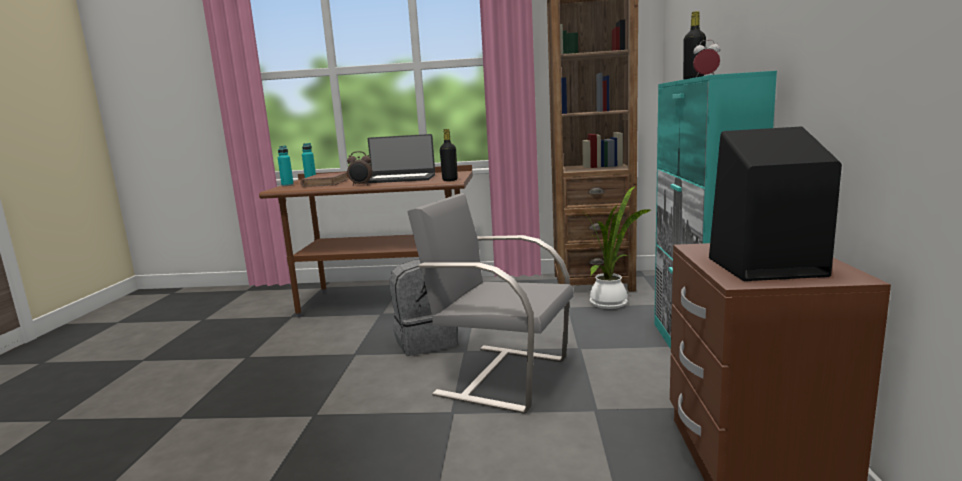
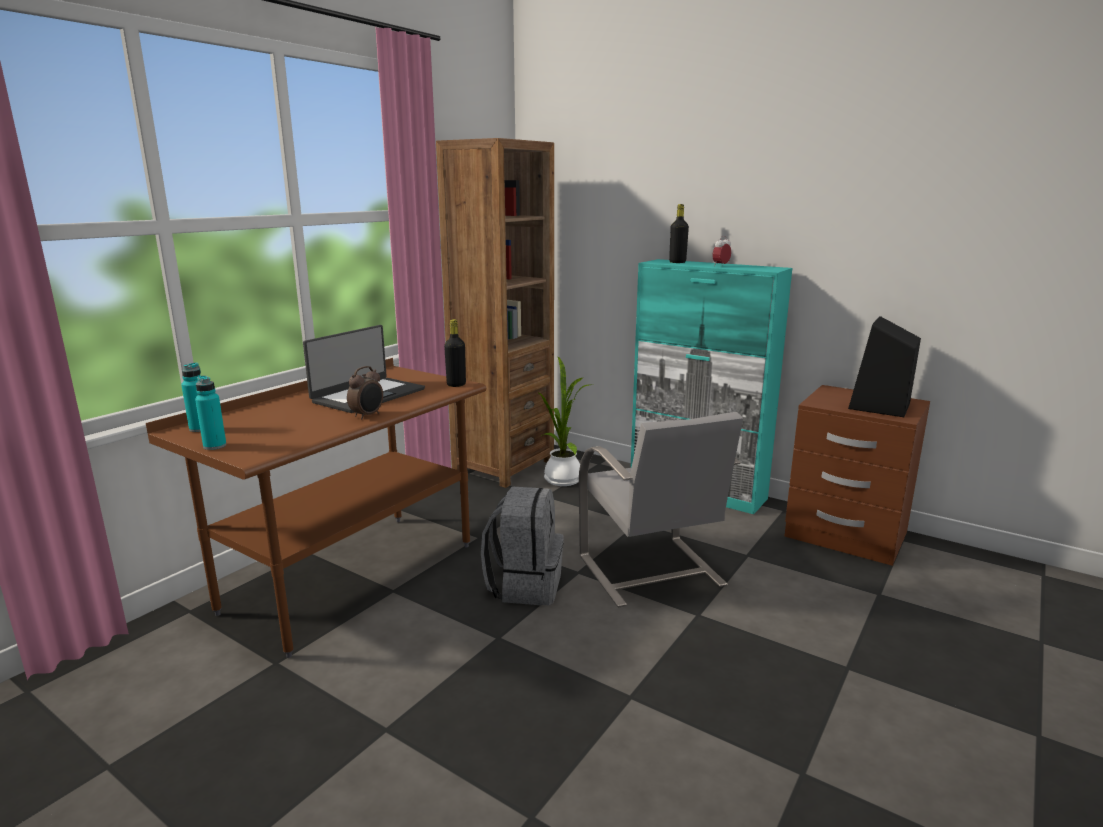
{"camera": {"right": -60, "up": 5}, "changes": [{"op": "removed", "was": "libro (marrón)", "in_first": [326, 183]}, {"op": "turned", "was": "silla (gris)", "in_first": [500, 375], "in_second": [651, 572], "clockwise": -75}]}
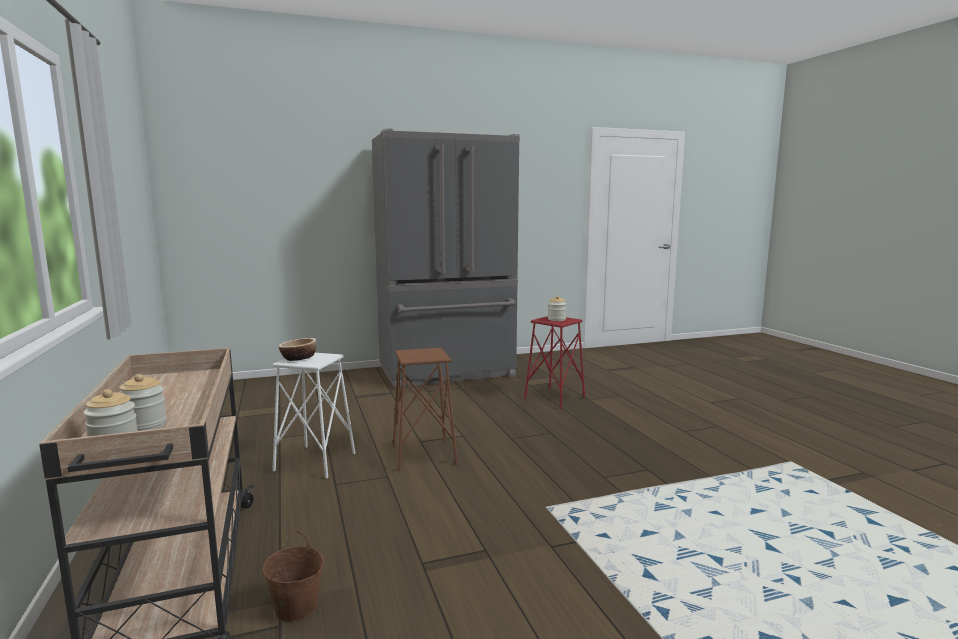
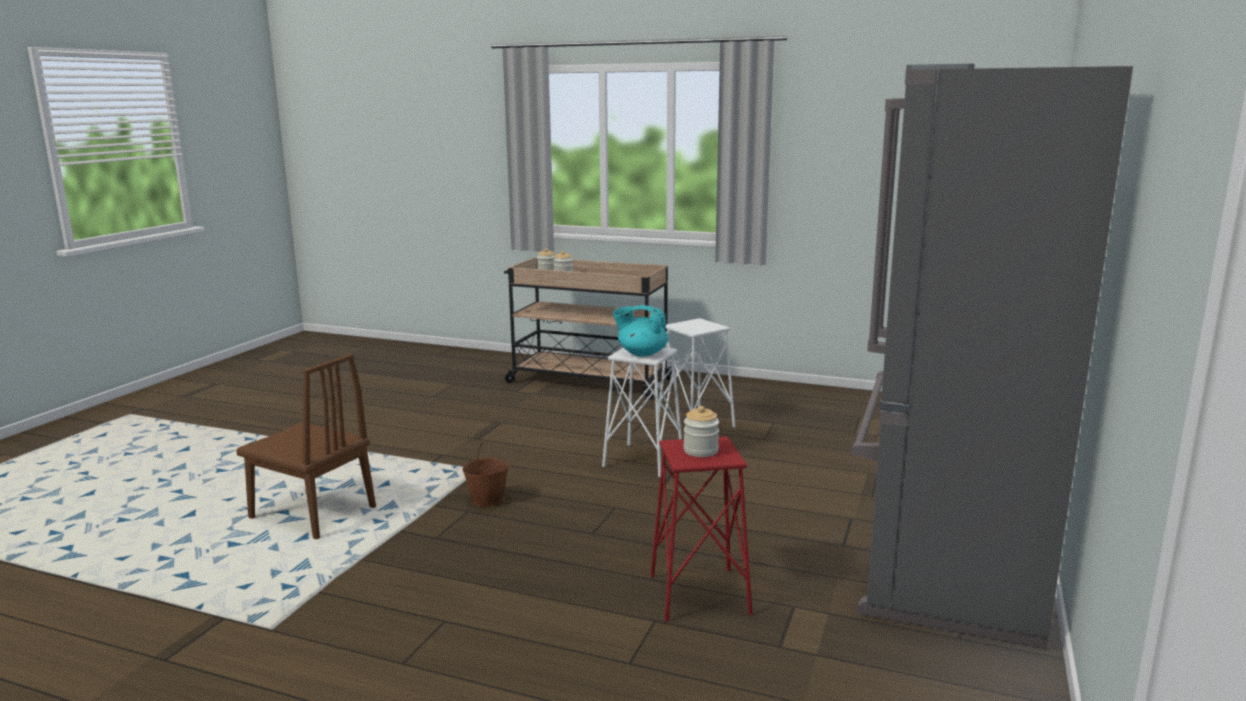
{"camera": {"right": 130, "up": 5}, "changes": [{"op": "removed", "was": "cuenco", "in_first": [299, 358]}, {"op": "added", "now": "silla (marrón)", "in_second": [312, 513]}, {"op": "added", "now": "tetera (turquesa)", "in_second": [641, 353]}, {"op": "moved", "was": "cubo (marrón)", "in_first": [295, 607], "in_second": [488, 500]}, {"op": "recoloured", "was": "taburete (marrón)", "now": "taburete (blanco)", "in_first": [423, 455], "in_second": [643, 460]}]}
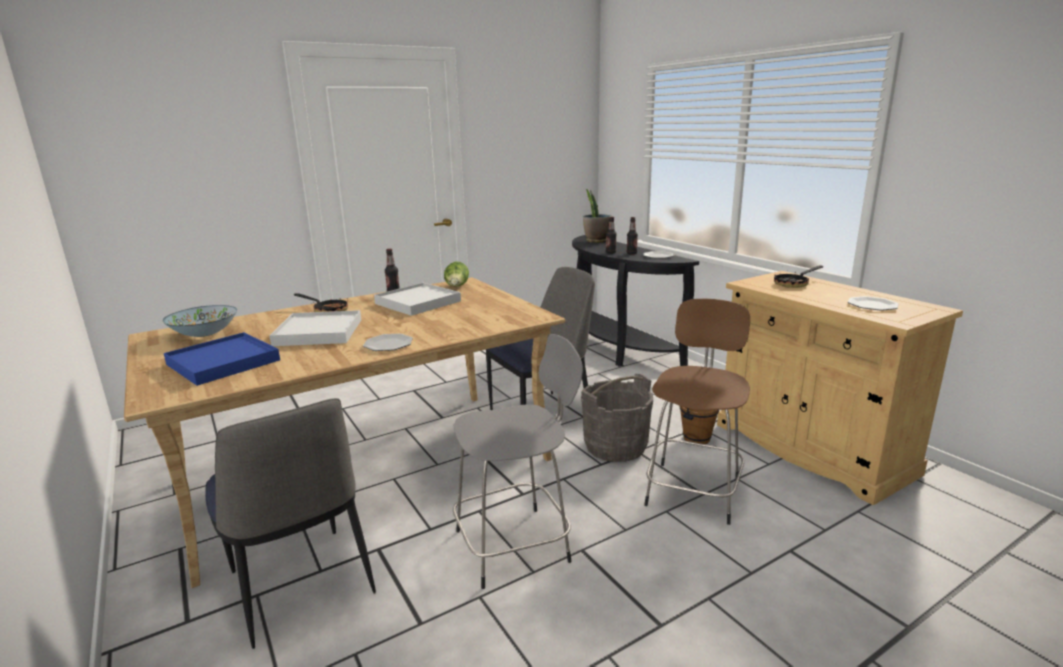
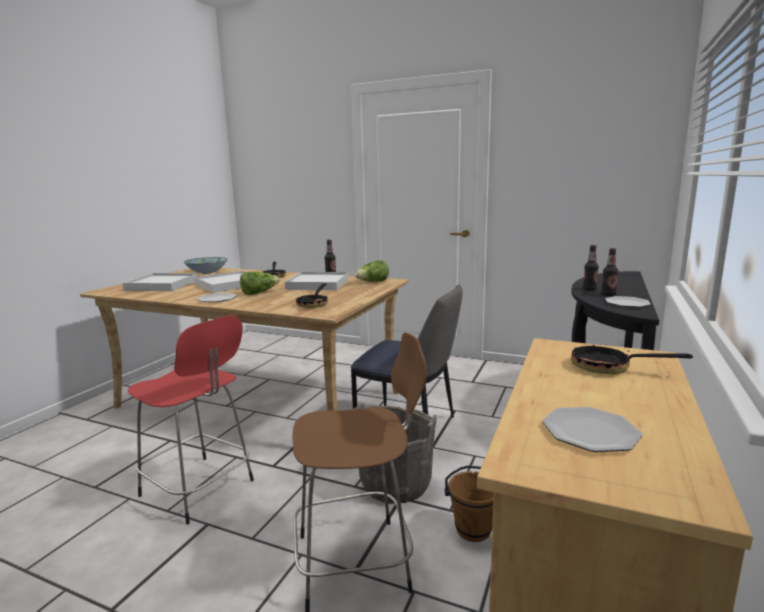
{"camera": {"right": 55, "up": -5}, "changes": [{"op": "removed", "was": "silla", "in_first": [301, 586]}, {"op": "removed", "was": "planta en maceta", "in_first": [596, 241]}, {"op": "added", "now": "lechuga", "in_second": [259, 293]}, {"op": "added", "now": "sartén", "in_second": [314, 304]}, {"op": "recoloured", "was": "bandeja (azul)", "now": "bandeja (blanco)", "in_first": [223, 362], "in_second": [162, 285]}, {"op": "recoloured", "was": "taburete (gris)", "now": "taburete (rojo)", "in_first": [516, 544], "in_second": [199, 489]}]}
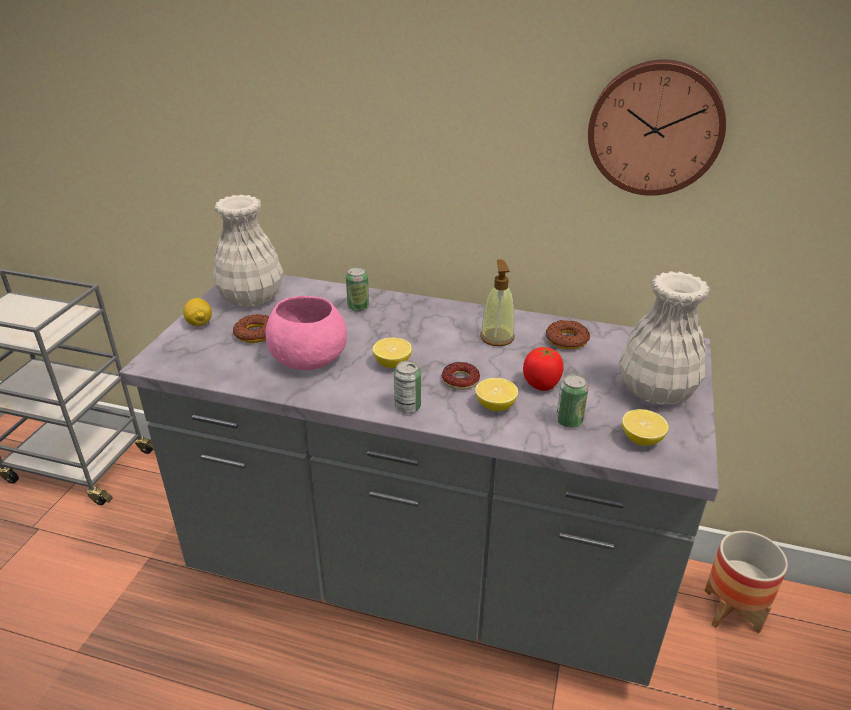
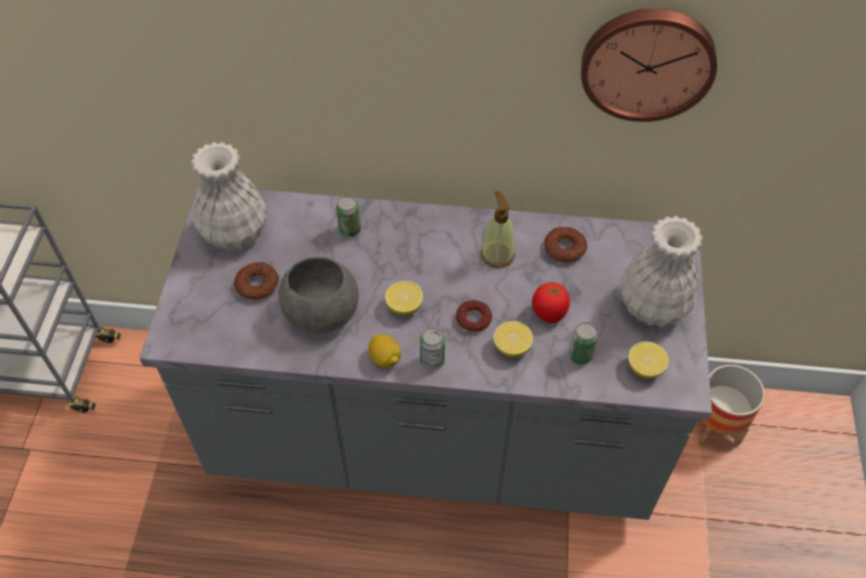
{"camera": {"right": -10, "up": 20}, "changes": [{"op": "moved", "was": "limón", "in_first": [199, 323], "in_second": [385, 359]}, {"op": "recoloured", "was": "cuenco (rosa)", "now": "cuenco (gris)", "in_first": [307, 358], "in_second": [319, 311]}]}
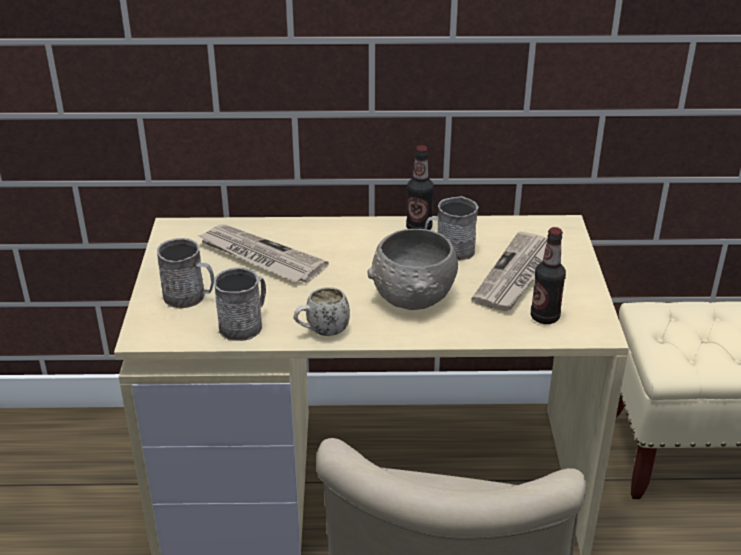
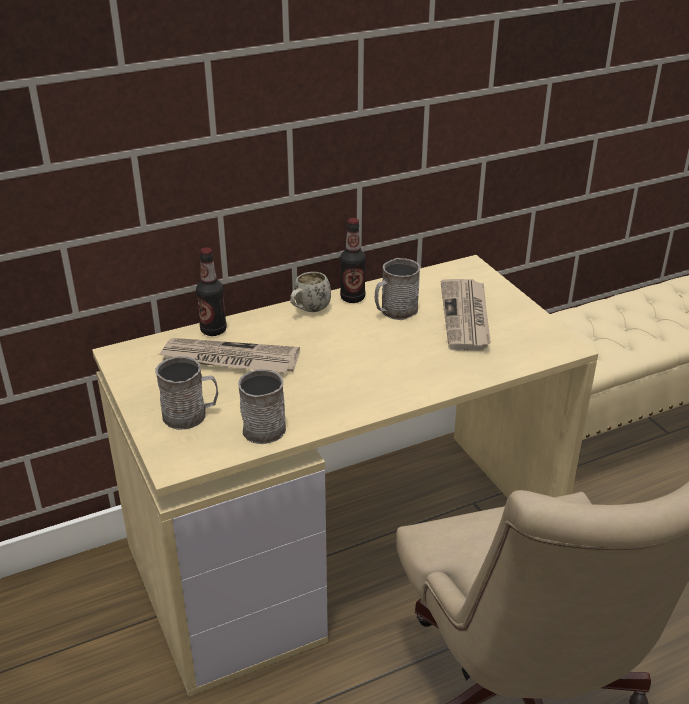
{"camera": {"right": -25, "up": 0}, "changes": [{"op": "removed", "was": "cuenco (gris)", "in_first": [414, 297]}, {"op": "moved", "was": "taza grande (blanco)", "in_first": [321, 331], "in_second": [309, 310]}, {"op": "moved", "was": "botella", "in_first": [544, 317], "in_second": [213, 330]}]}
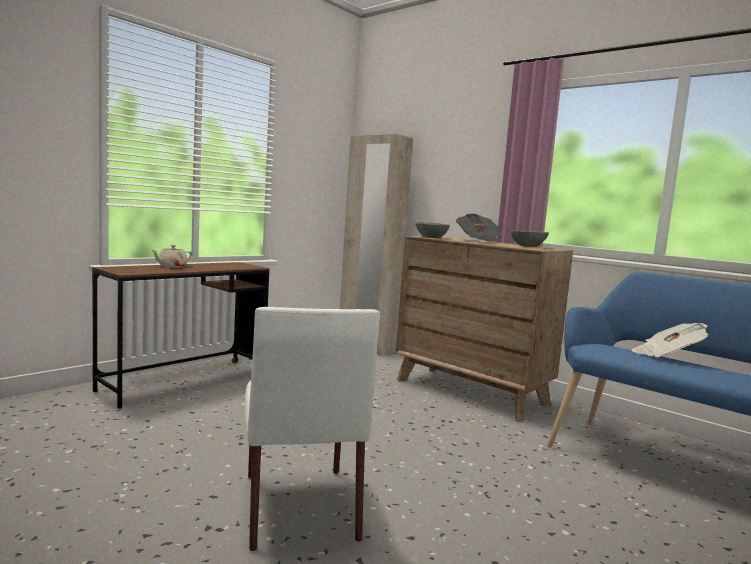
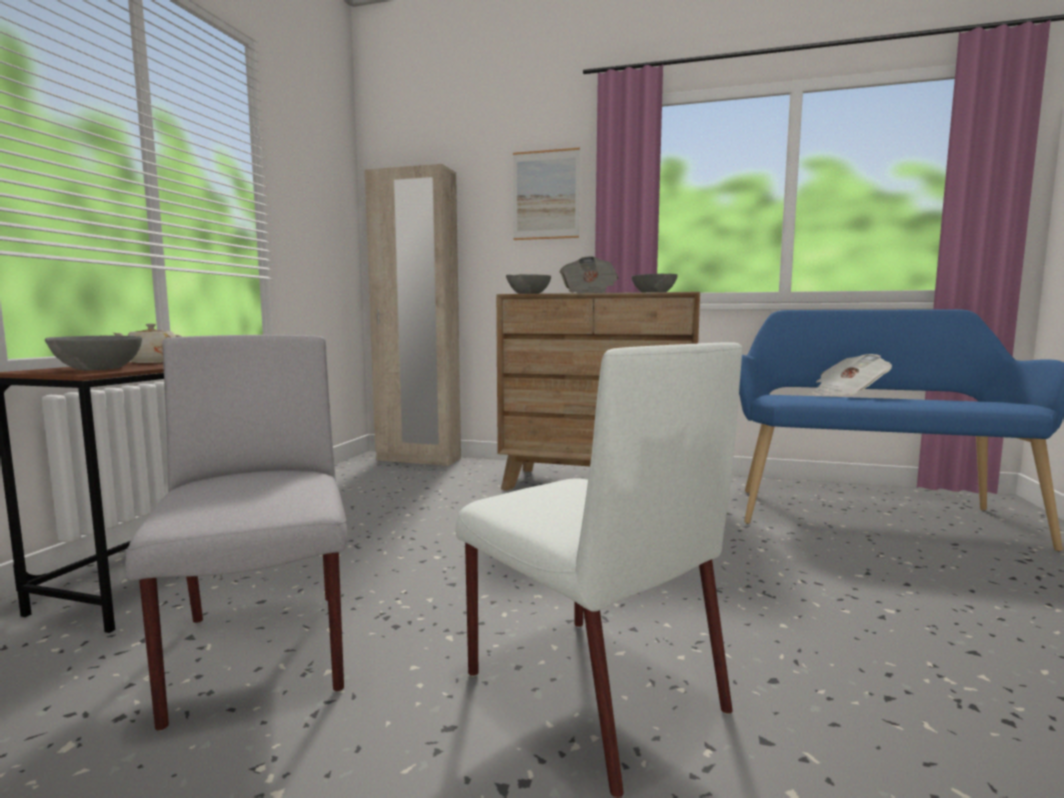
{"camera": {"right": -25, "up": 0}, "changes": [{"op": "added", "now": "cuenco (gris)", "in_second": [98, 369]}, {"op": "added", "now": "silla (gris)", "in_second": [261, 655]}, {"op": "added", "now": "cuadro", "in_second": [546, 195]}]}
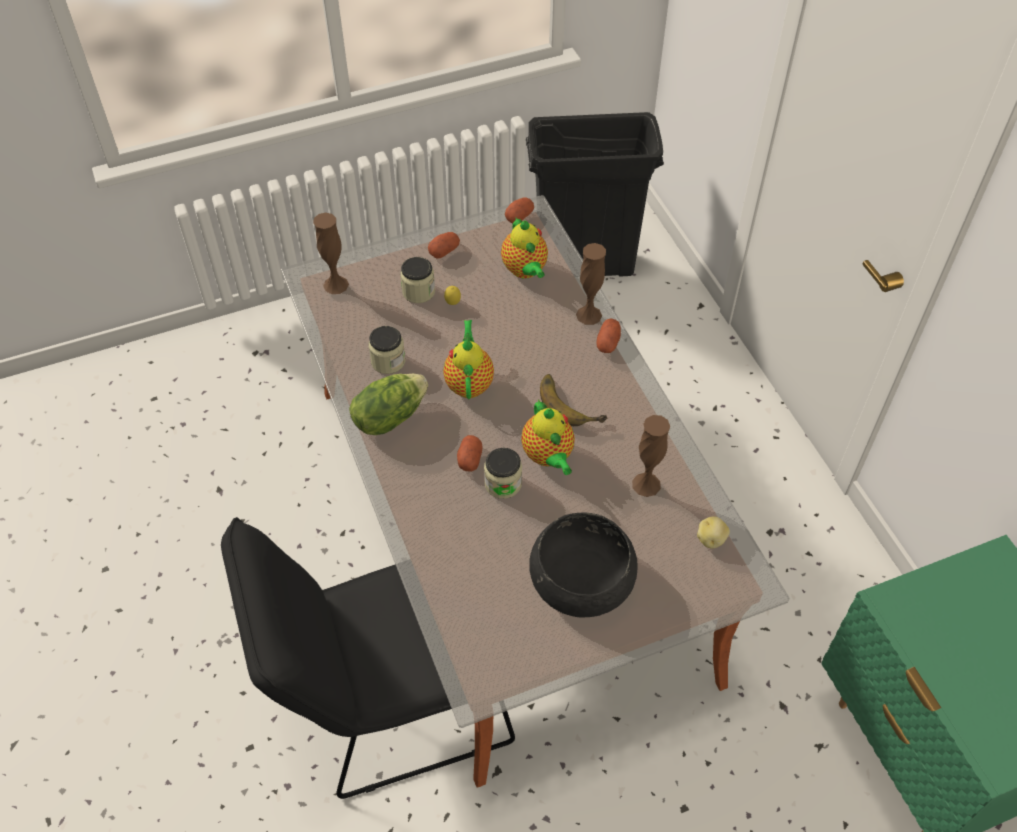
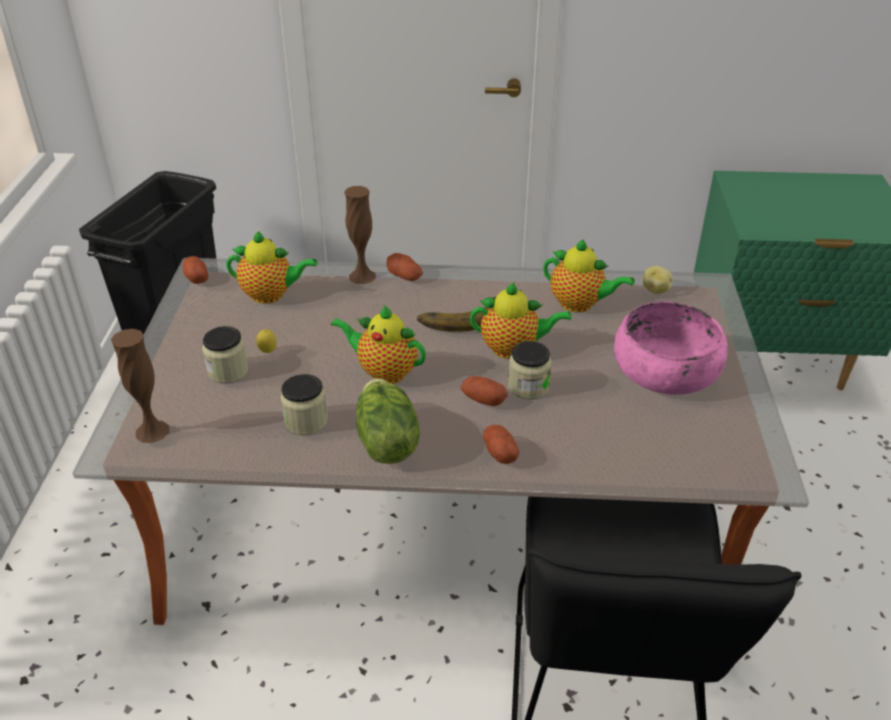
{"camera": {"right": -65, "up": -15}, "changes": [{"op": "moved", "was": "patata", "in_first": [444, 251], "in_second": [500, 453]}, {"op": "replaced", "was": "florero (marrón)", "now": "tetera", "in_first": [646, 484], "in_second": [580, 304]}, {"op": "recoloured", "was": "cuenco (negro)", "now": "cuenco (rosa)", "in_first": [582, 578], "in_second": [665, 371]}]}
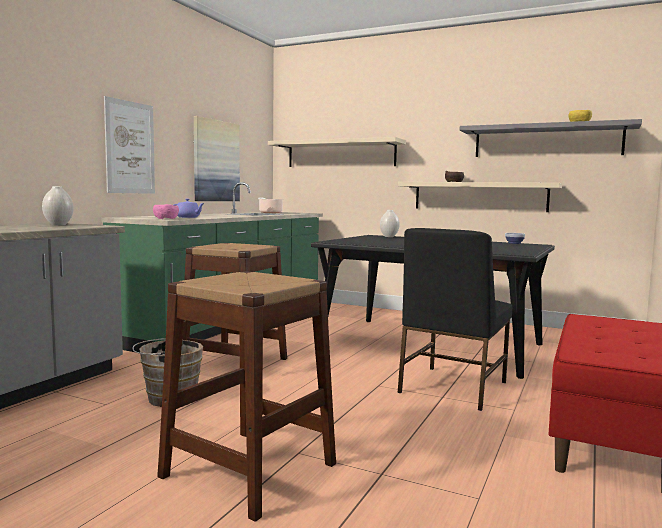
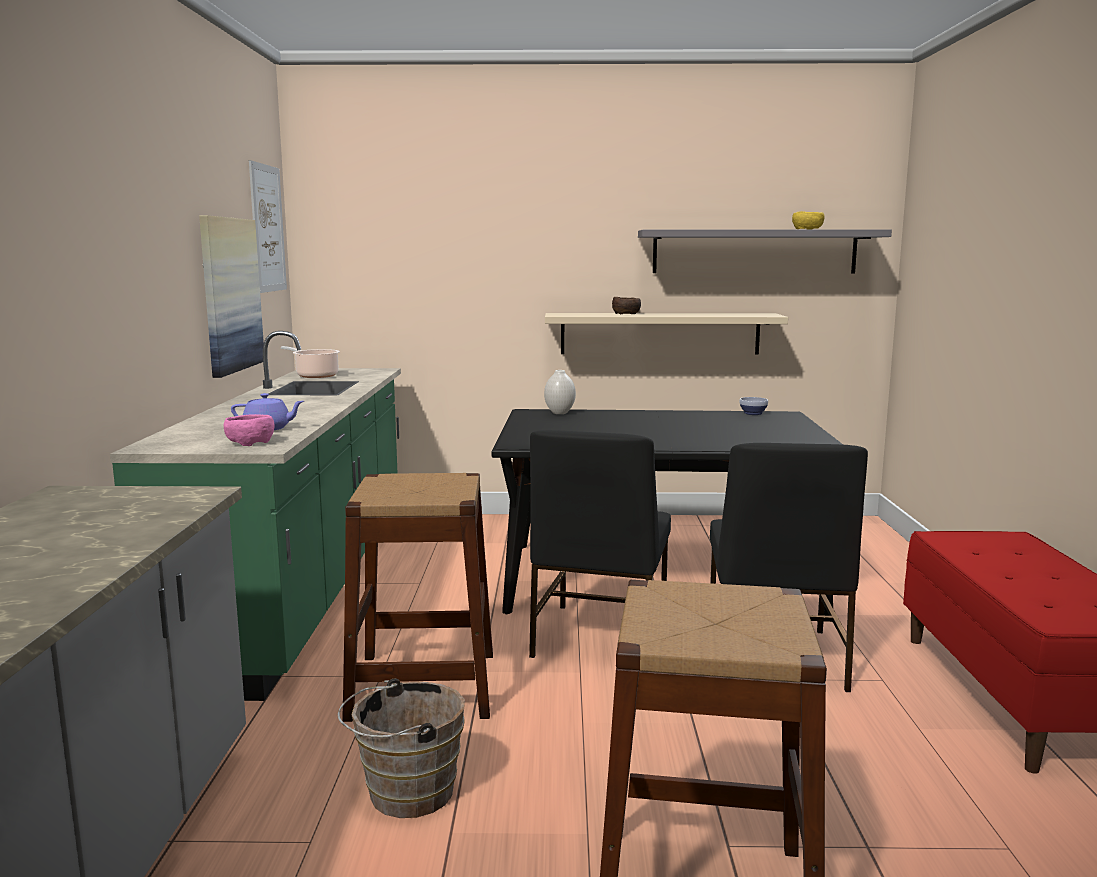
{"camera": {"right": -25, "up": 5}, "changes": [{"op": "removed", "was": "florero (blanco)", "in_first": [58, 225]}, {"op": "removed", "was": "estante (beis)", "in_first": [340, 154]}, {"op": "added", "now": "silla (negro)", "in_second": [598, 637]}, {"op": "moved", "was": "cuadro", "in_first": [130, 147], "in_second": [267, 228]}]}
